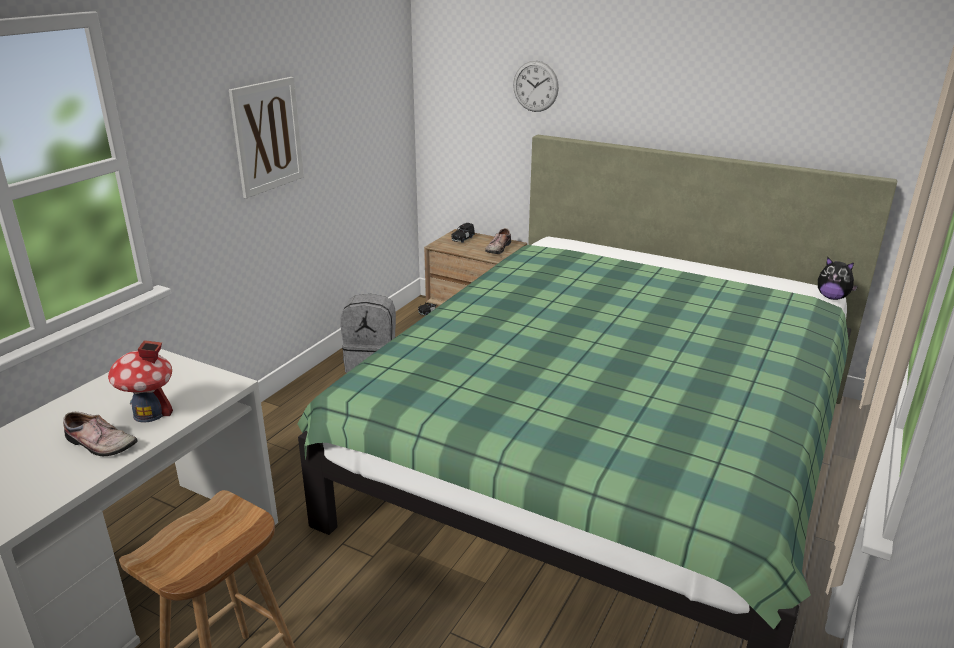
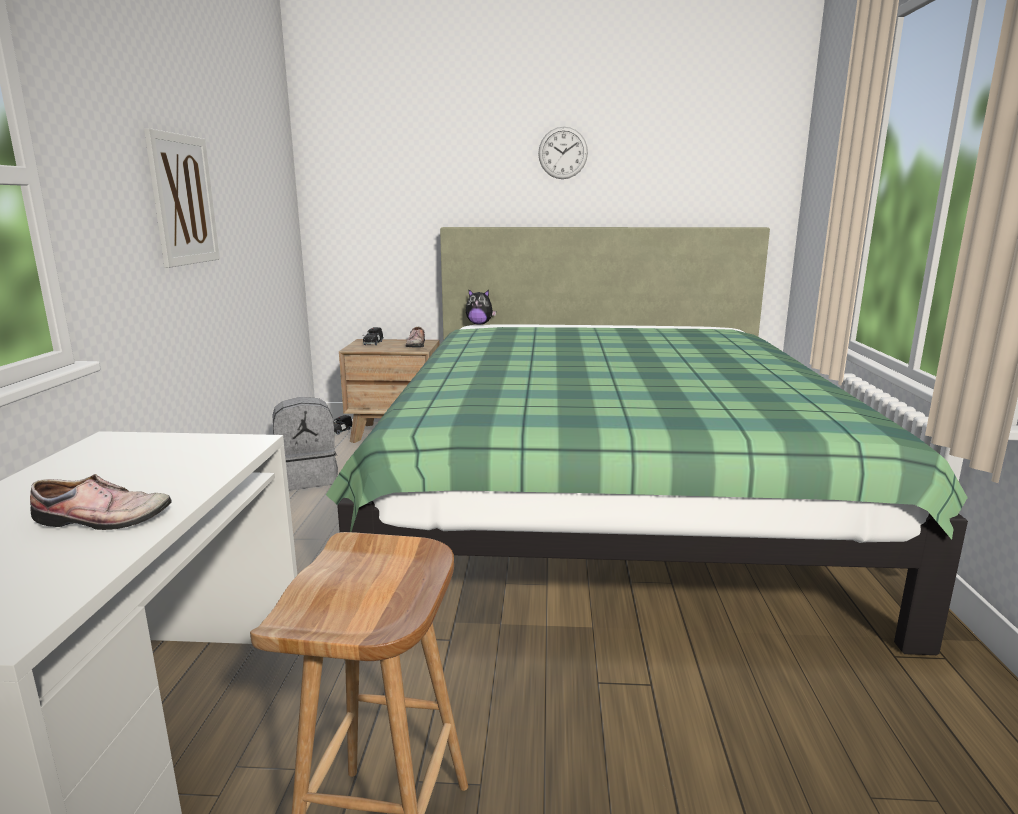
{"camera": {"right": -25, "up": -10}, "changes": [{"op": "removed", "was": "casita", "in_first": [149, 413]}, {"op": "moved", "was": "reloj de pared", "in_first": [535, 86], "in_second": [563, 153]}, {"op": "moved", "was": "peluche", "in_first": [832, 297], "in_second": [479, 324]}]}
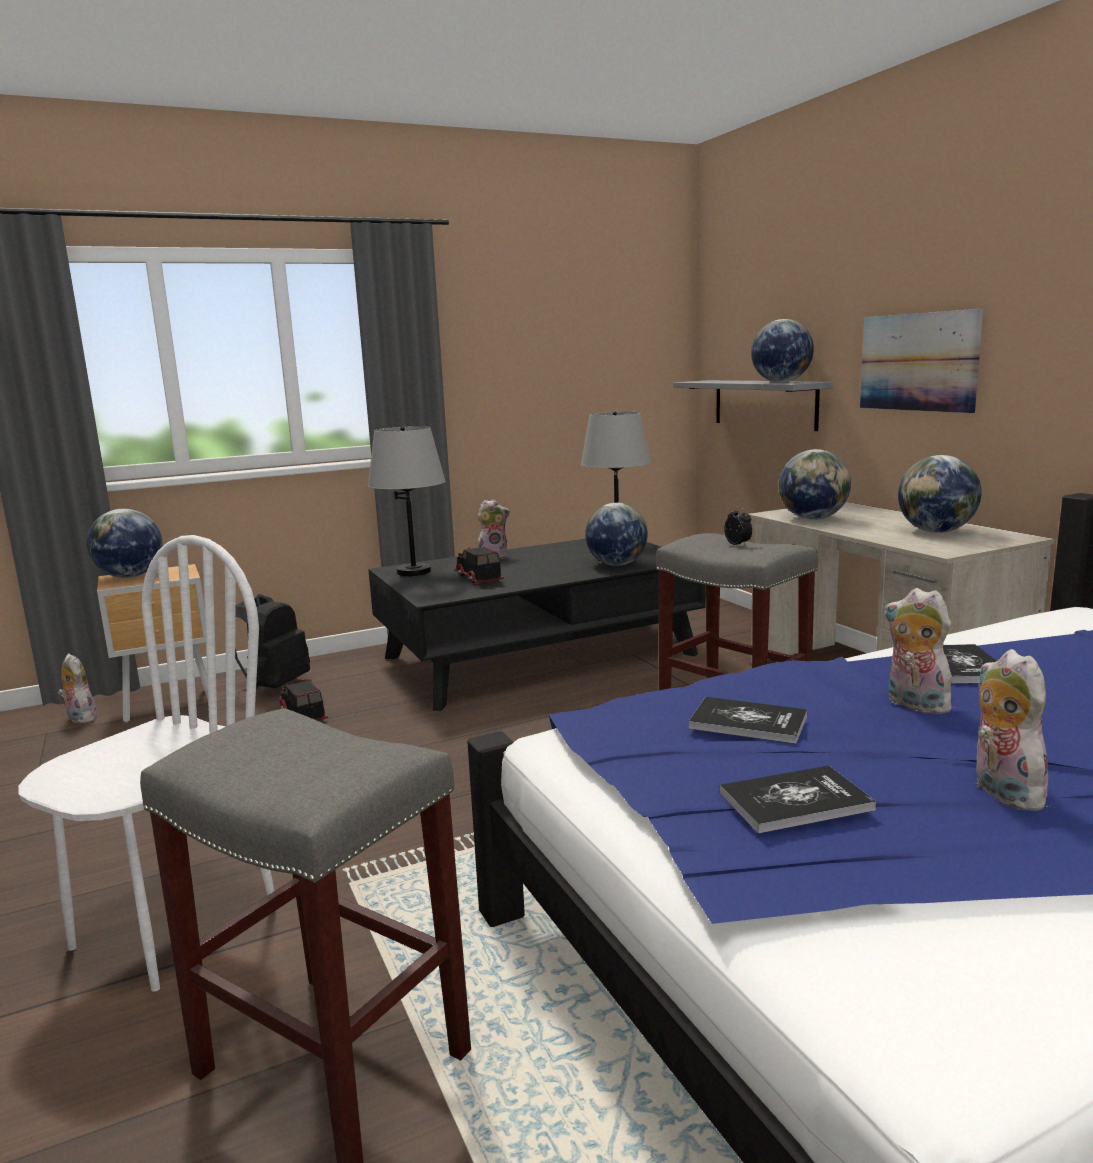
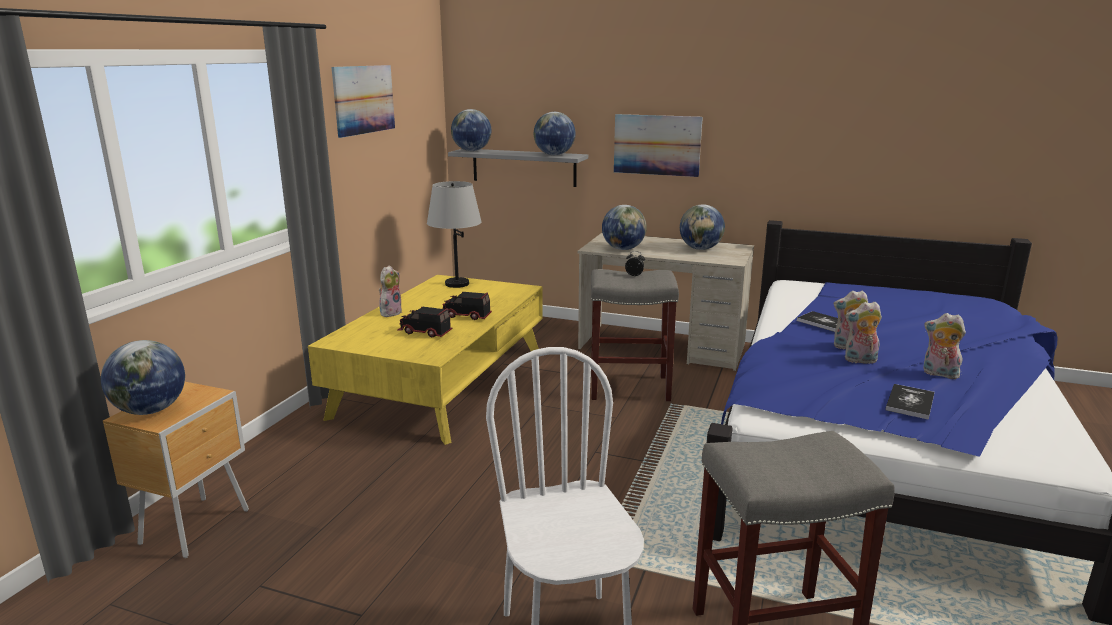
{"camera": {"right": -45, "up": 5}, "changes": [{"op": "removed", "was": "mochila (negro)", "in_first": [275, 685]}, {"op": "removed", "was": "lámpara de mesa (gris)", "in_first": [414, 572]}, {"op": "removed", "was": "libro", "in_first": [748, 722]}, {"op": "added", "now": "cuadro", "in_second": [364, 99]}, {"op": "moved", "was": "peluche", "in_first": [80, 718], "in_second": [860, 361]}, {"op": "moved", "was": "camión de juguete", "in_first": [302, 715], "in_second": [466, 316]}, {"op": "moved", "was": "globo terráqueo", "in_first": [616, 564], "in_second": [471, 150]}, {"op": "recoloured", "was": "mesa de centro (negro)", "now": "mesa de centro (amarillo)", "in_first": [537, 656], "in_second": [441, 383]}]}
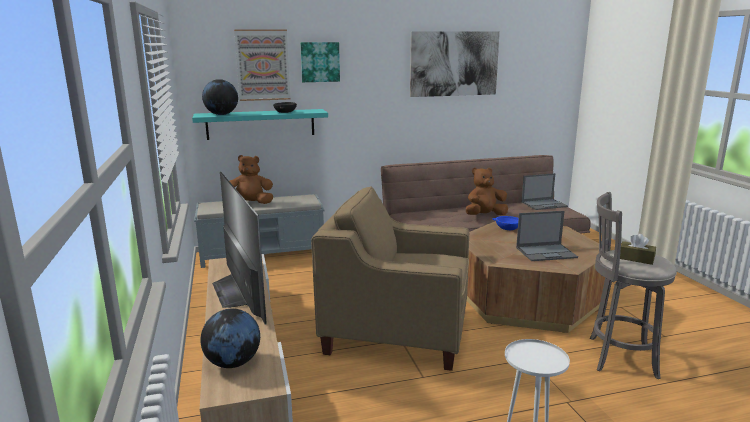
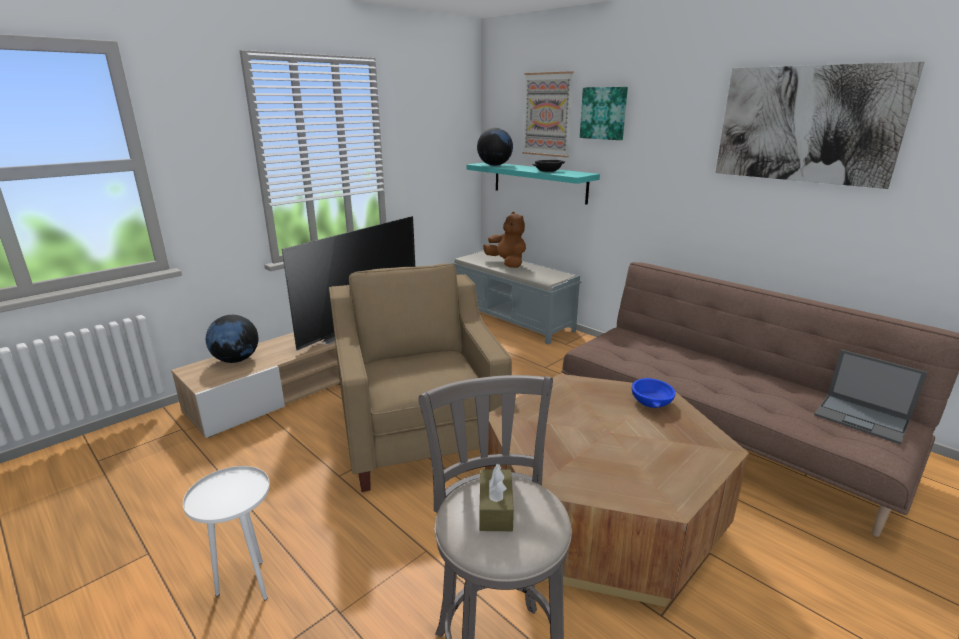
{"camera": {"right": 60, "up": 5}, "changes": [{"op": "removed", "was": "peluche (marrón)", "in_first": [484, 216]}, {"op": "removed", "was": "portátil", "in_first": [546, 252]}]}
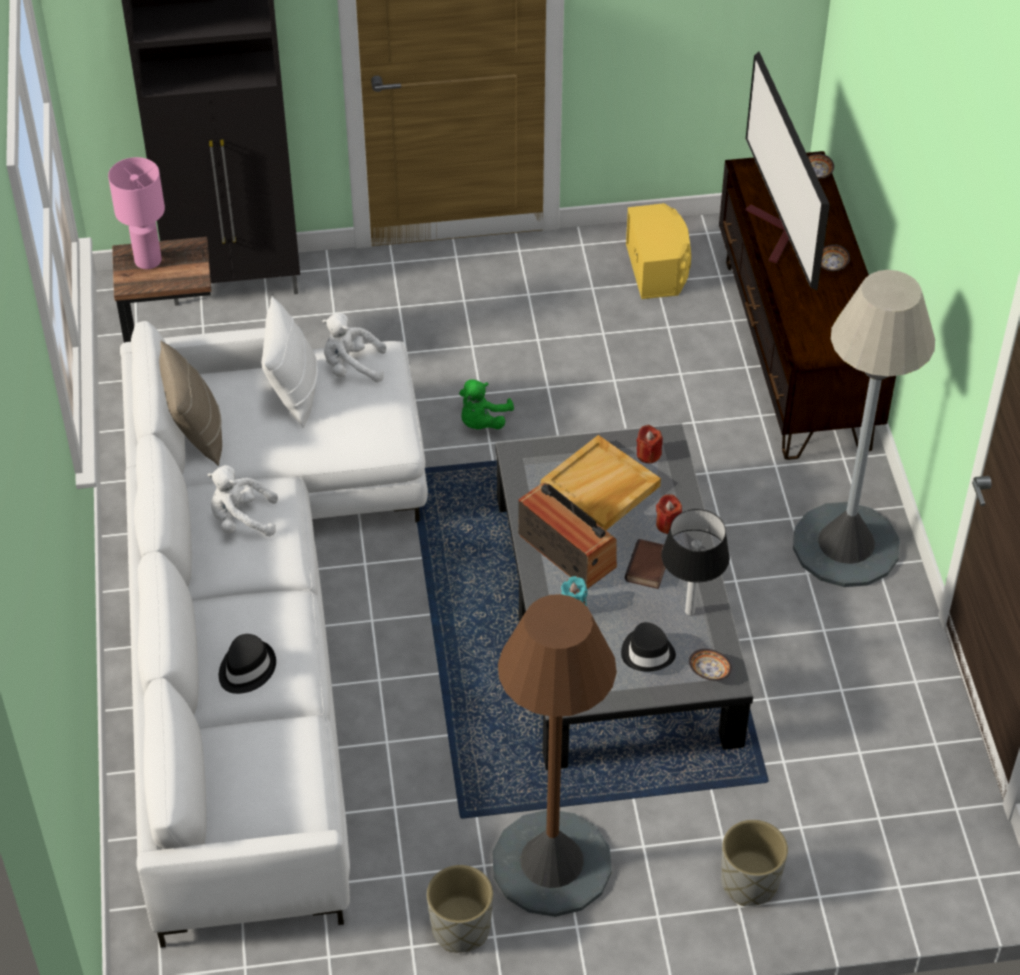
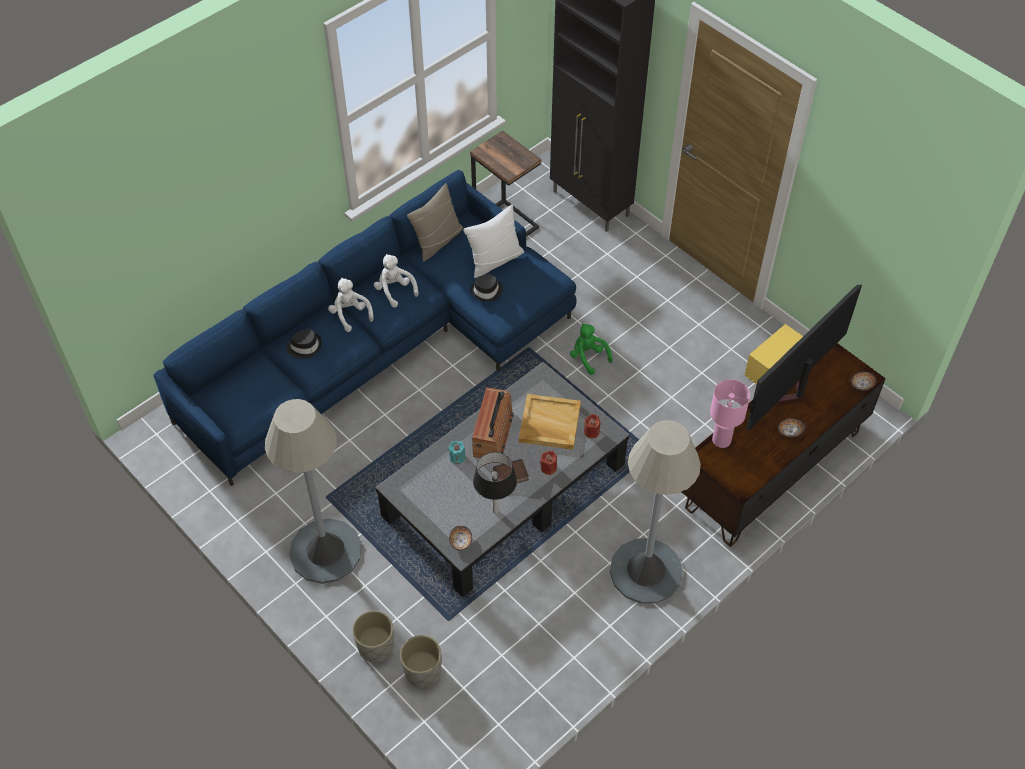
{"camera": {"right": 55, "up": 5}, "changes": [{"op": "moved", "was": "lámpara de mesa (rosa)", "in_first": [149, 261], "in_second": [721, 441]}, {"op": "moved", "was": "peluche (blanco)", "in_first": [351, 367], "in_second": [350, 314]}, {"op": "moved", "was": "maceta (gris)", "in_first": [461, 928], "in_second": [423, 672]}, {"op": "moved", "was": "sombrero (negro)", "in_first": [648, 652], "in_second": [487, 291]}, {"op": "recoloured", "was": "sofá (blanco)", "now": "sofá (azul)", "in_first": [258, 623], "in_second": [381, 346]}, {"op": "recoloured", "was": "lámpara de pie (marrón)", "now": "lámpara de pie (gris)", "in_first": [552, 864], "in_second": [325, 551]}, {"op": "turned", "was": "peluche (verde)", "in_first": [482, 422], "in_second": [588, 357], "clockwise": 60}]}
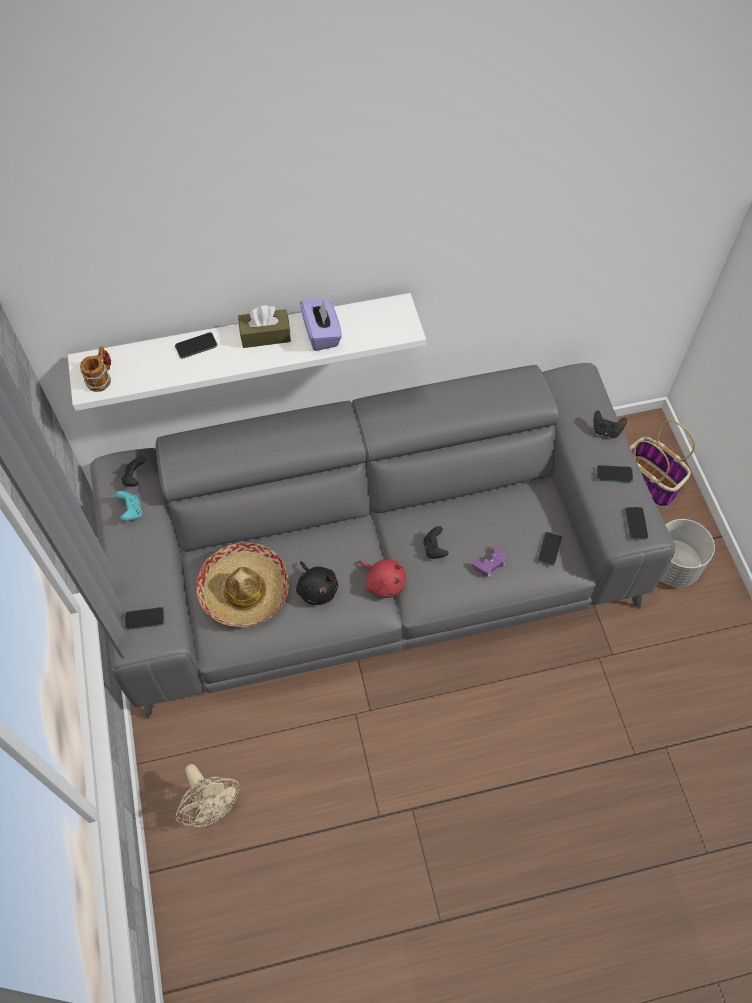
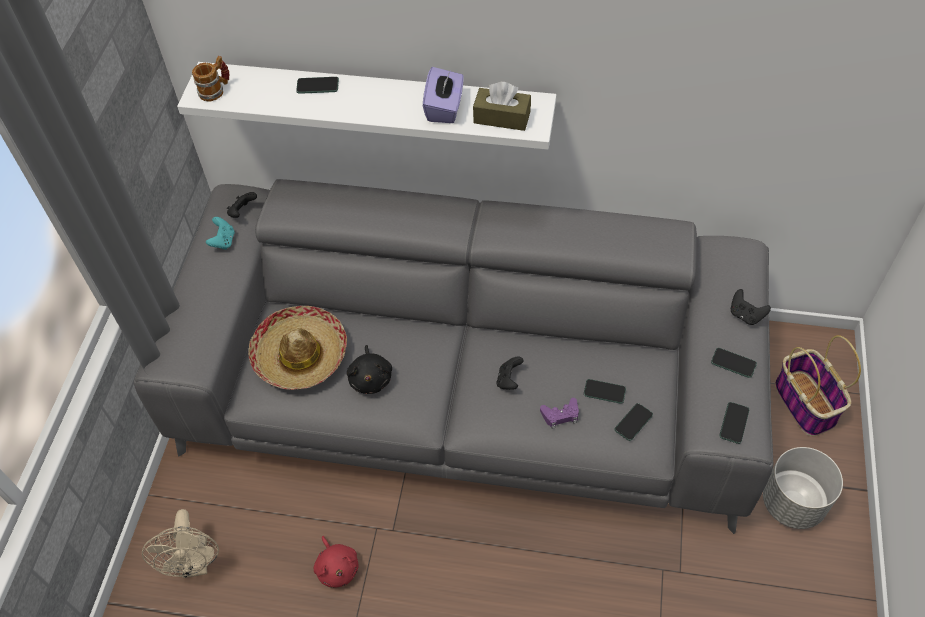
{"camera": {"right": 25, "up": -5}, "changes": [{"op": "moved", "was": "móvil", "in_first": [145, 618], "in_second": [604, 391]}, {"op": "moved", "was": "caja de pañuelos (marrón)", "in_first": [265, 335], "in_second": [502, 117]}, {"op": "moved", "was": "peluche (rojo)", "in_first": [384, 582], "in_second": [337, 567]}]}
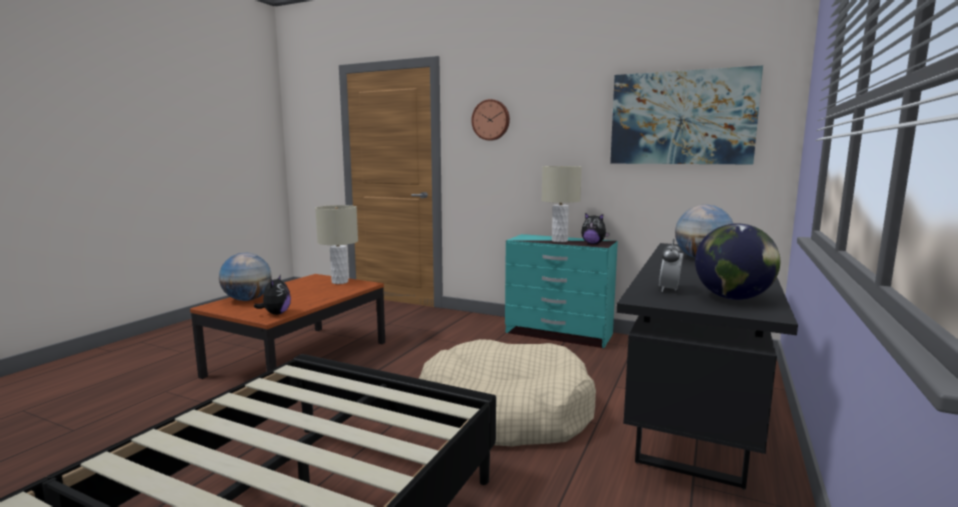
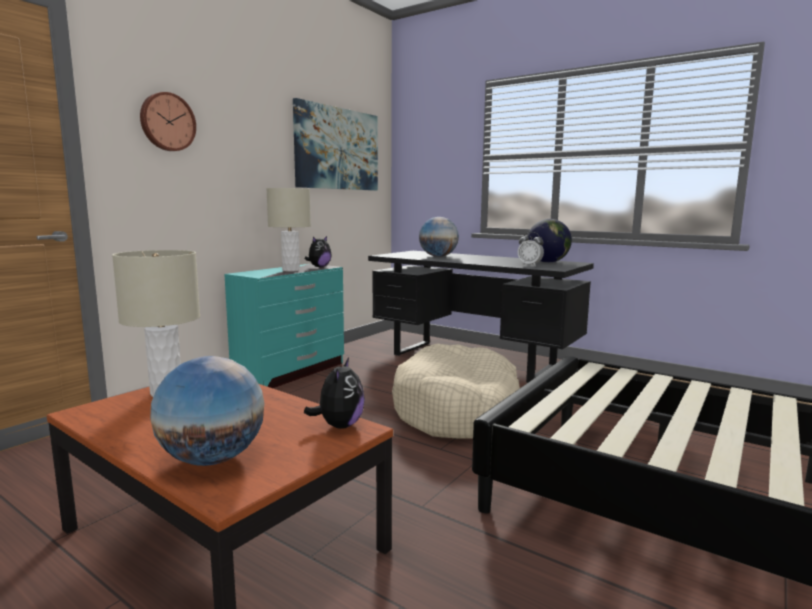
{"camera": {"right": -80, "up": 0}, "changes": [{"op": "turned", "was": "peluche", "in_first": [276, 314], "in_second": [339, 425], "clockwise": 90}]}
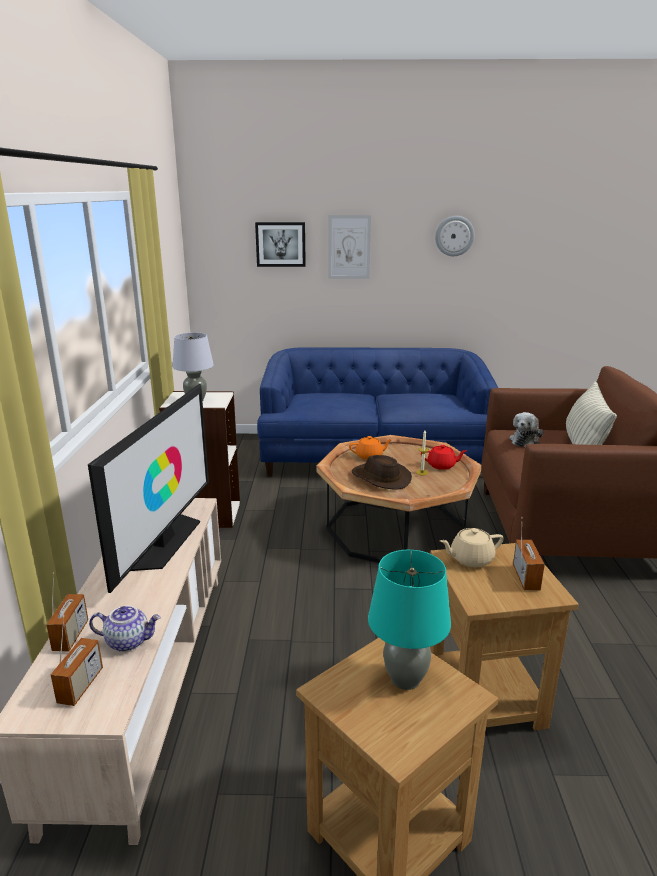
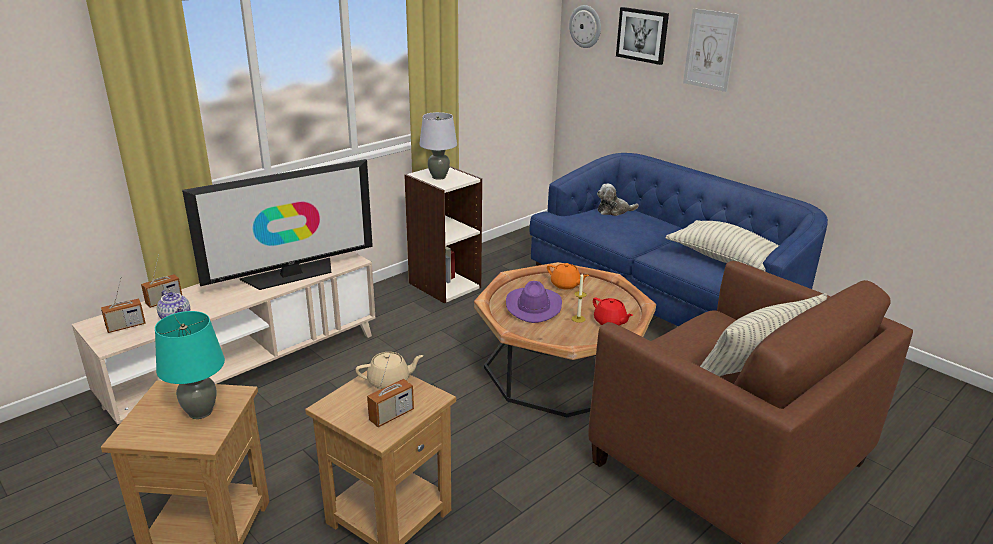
{"camera": {"right": 45, "up": 5}, "changes": [{"op": "added", "now": "cojín", "in_second": [725, 259]}, {"op": "moved", "was": "reloj de pared", "in_first": [454, 236], "in_second": [585, 26]}, {"op": "moved", "was": "peluche", "in_first": [525, 441], "in_second": [614, 211]}, {"op": "recoloured", "was": "sombrero (marrón)", "now": "sombrero (morado)", "in_first": [380, 478], "in_second": [533, 306]}, {"op": "turned", "was": "tetera (beis)", "in_first": [470, 559], "in_second": [389, 381], "clockwise": 135}]}
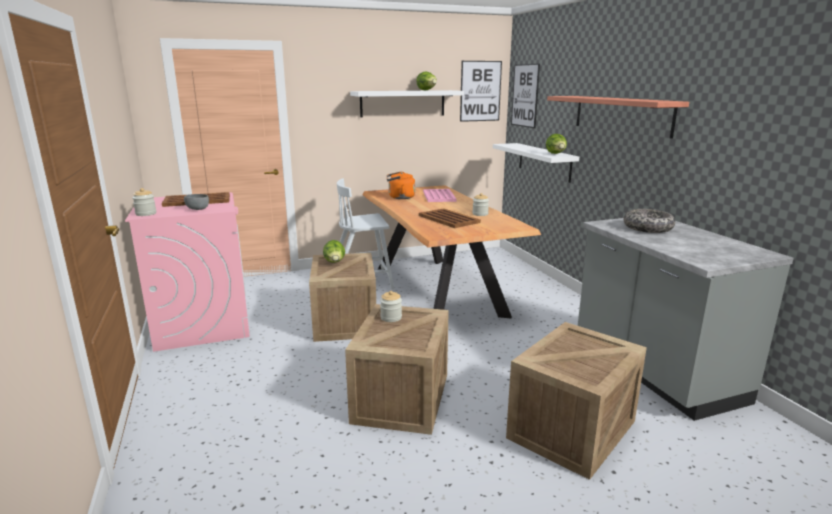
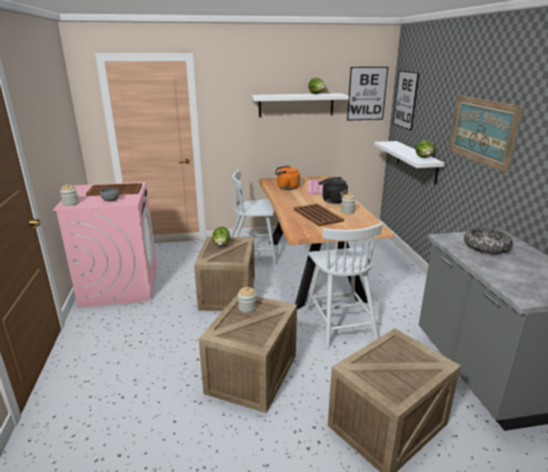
{"camera": {"right": 10, "up": 5}, "changes": [{"op": "added", "now": "silla (blanco)", "in_second": [339, 323]}, {"op": "added", "now": "hervidor (negro)", "in_second": [332, 201]}, {"op": "replaced", "was": "estante", "now": "cuadro", "in_first": [621, 115], "in_second": [482, 131]}]}
